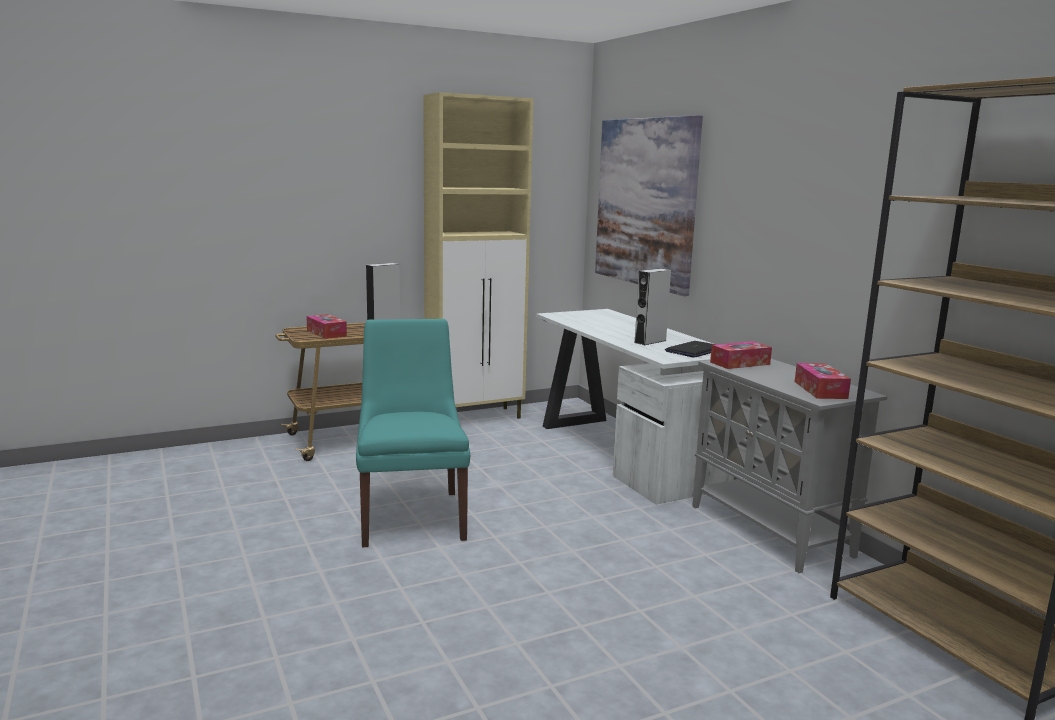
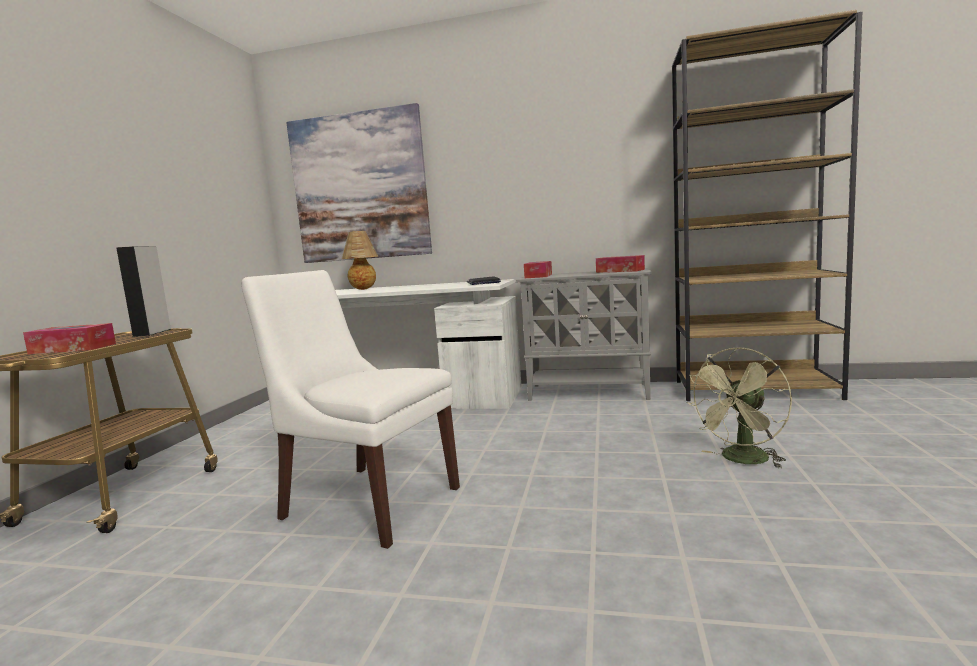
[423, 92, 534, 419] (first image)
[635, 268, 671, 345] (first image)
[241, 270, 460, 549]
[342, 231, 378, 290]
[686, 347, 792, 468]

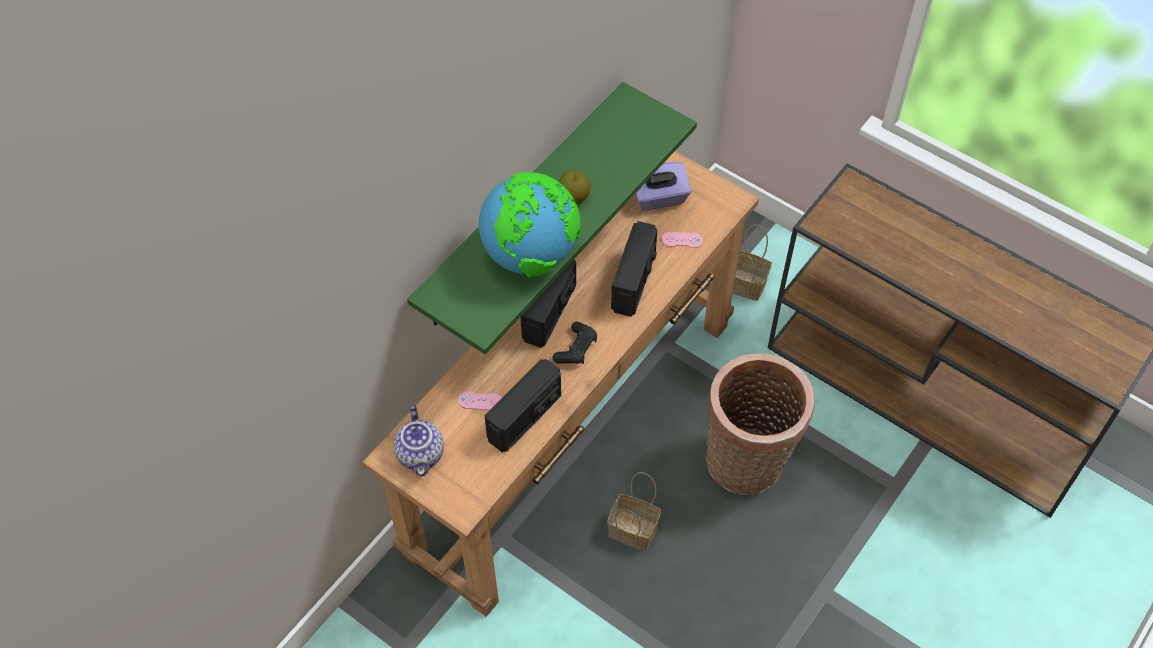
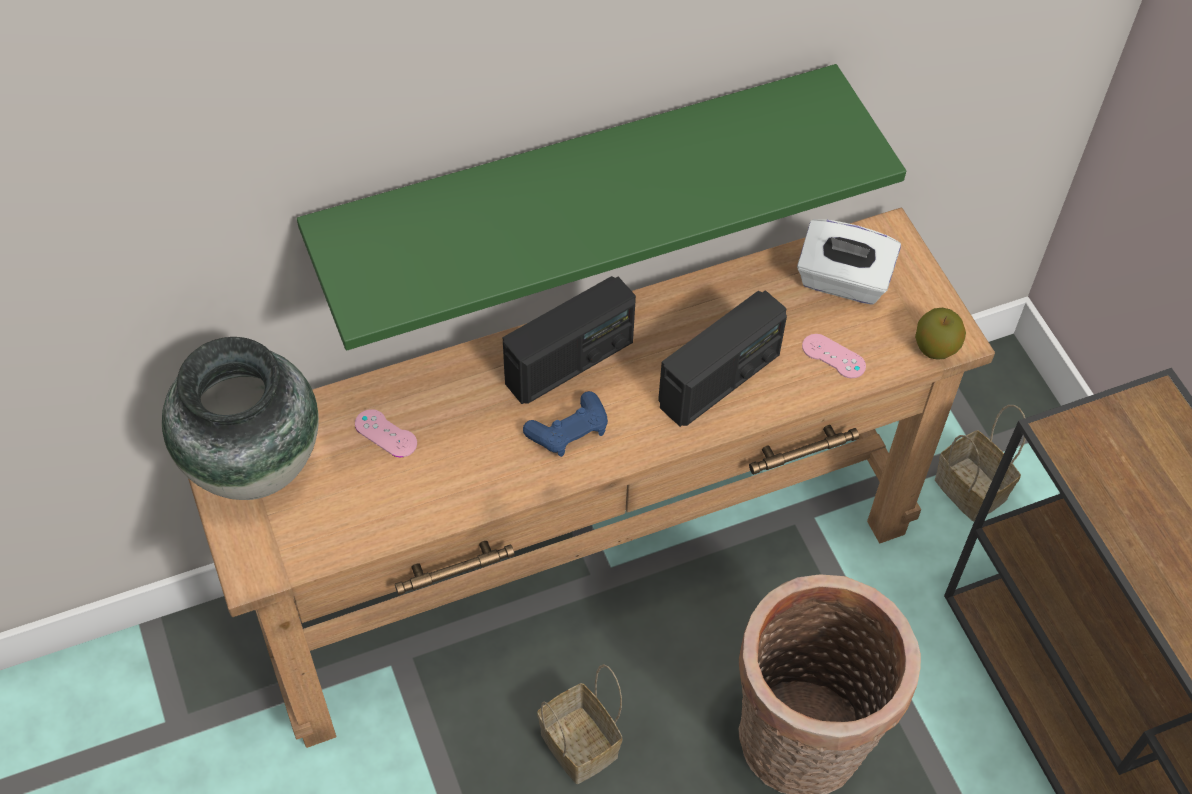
[797, 219, 901, 305]
[915, 308, 966, 360]
[479, 172, 581, 277] (first image)
[523, 391, 608, 457]
[484, 359, 561, 453] (first image)
[162, 337, 319, 500]

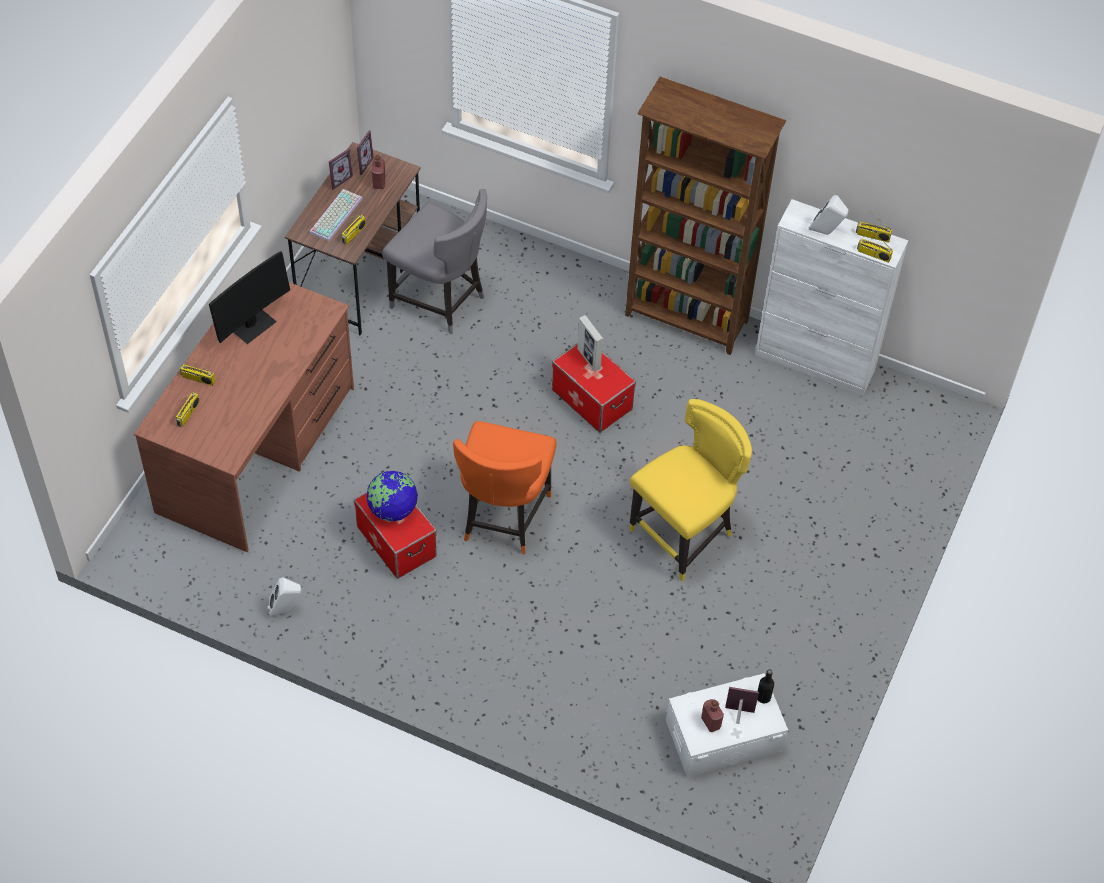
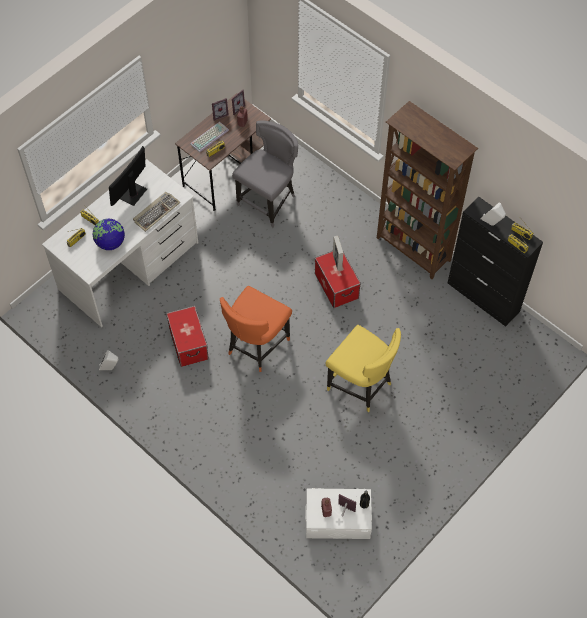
[232, 120, 298, 227]
[448, 197, 543, 327]
[109, 146, 147, 206]
[42, 159, 198, 327]
[326, 325, 401, 412]
[93, 219, 125, 250]
[133, 192, 180, 232]

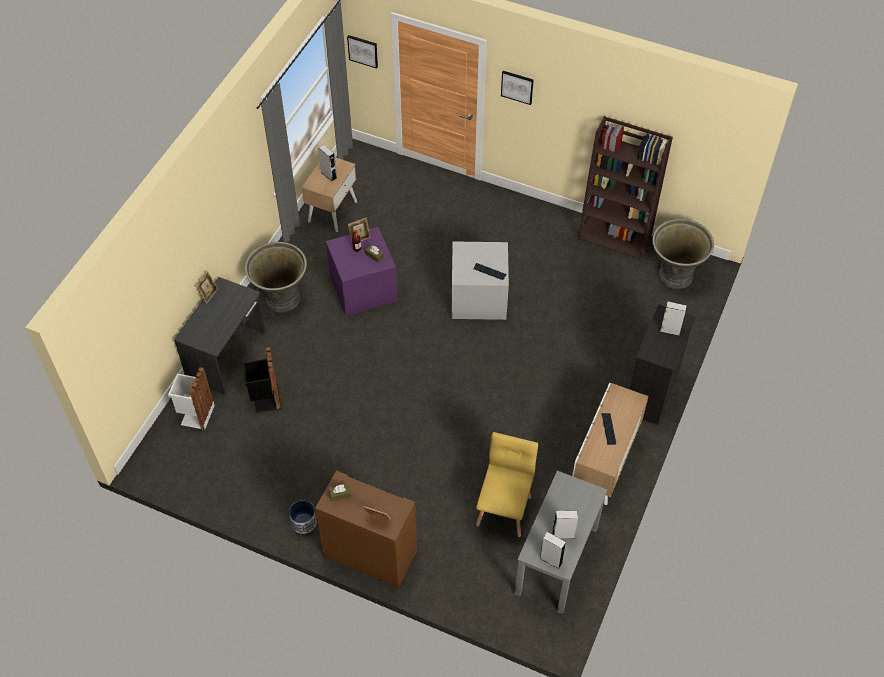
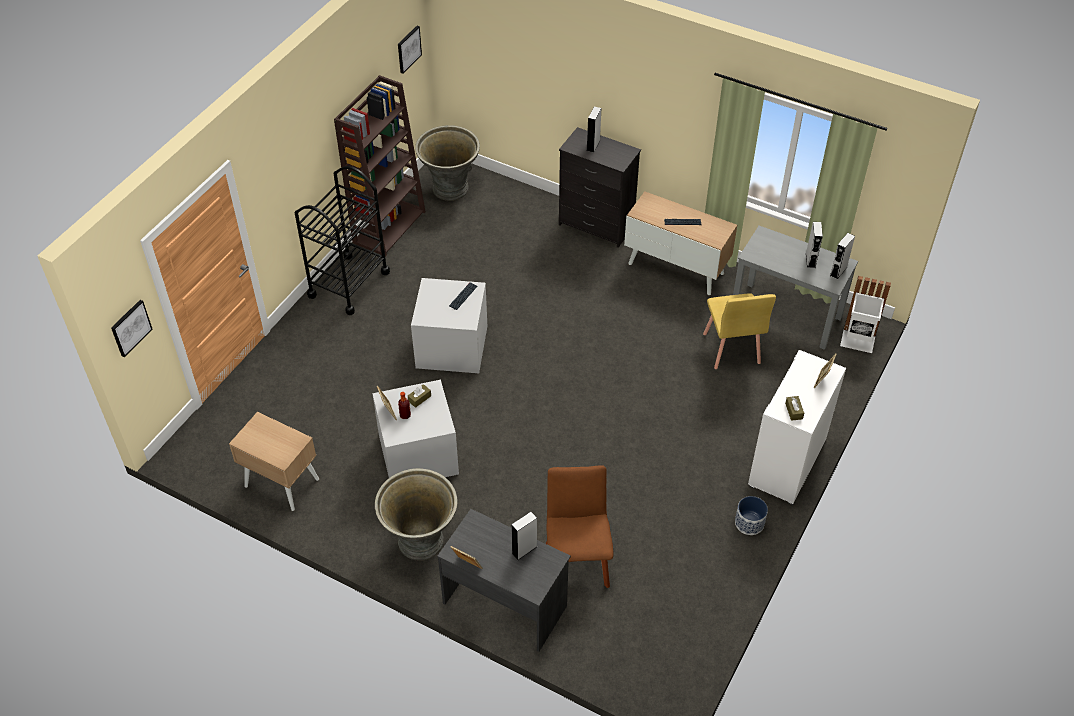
[398, 26, 422, 74]
[511, 512, 537, 560]
[372, 380, 459, 478]
[545, 465, 613, 588]
[840, 276, 891, 353]
[703, 293, 776, 369]
[748, 350, 846, 505]
[295, 166, 390, 315]

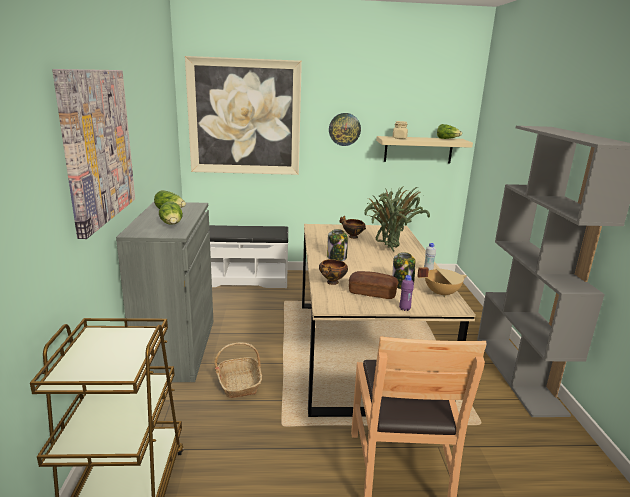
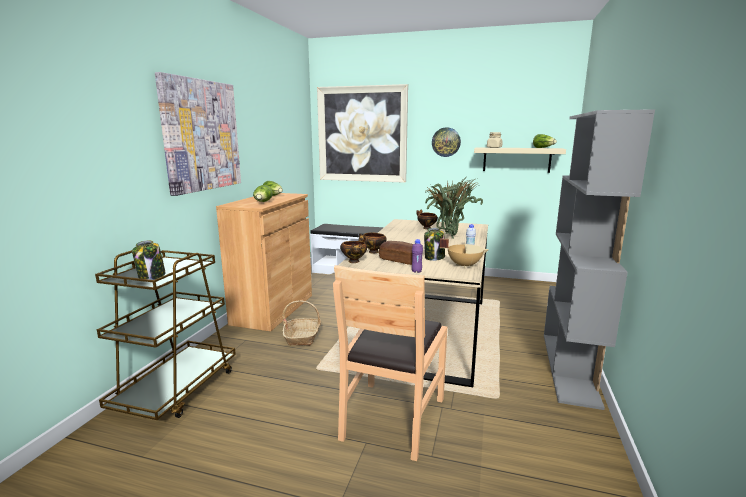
[216, 193, 312, 331]
[132, 240, 166, 280]
[340, 241, 367, 263]

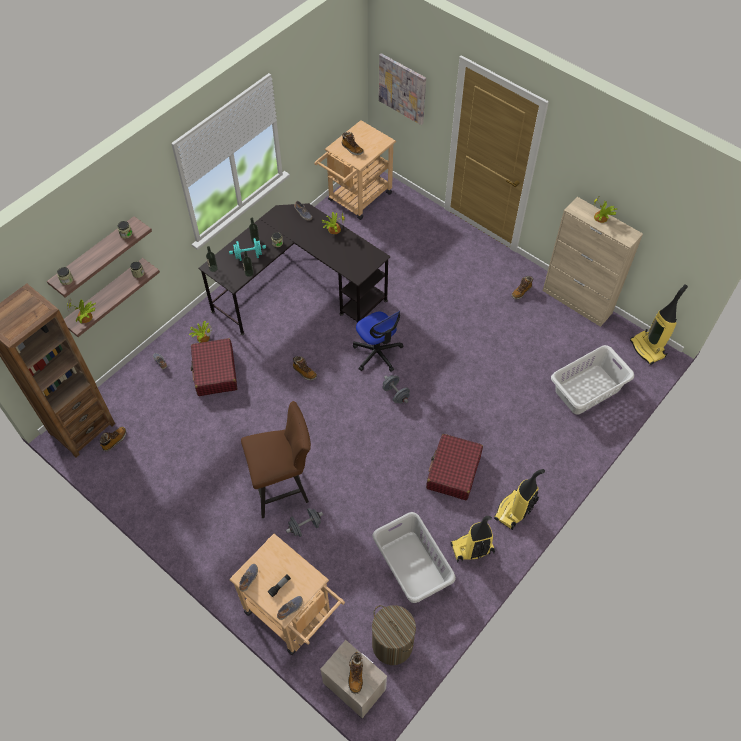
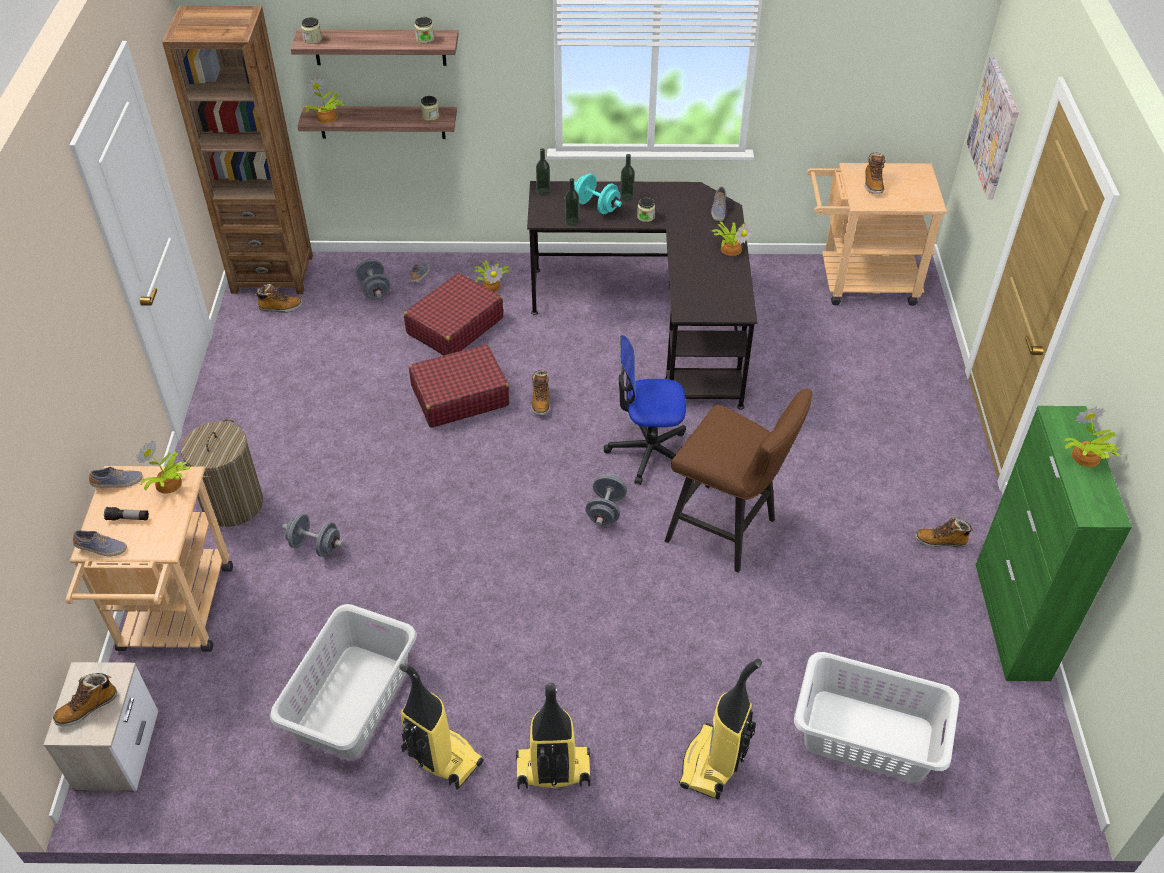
[976, 406, 1132, 681]
[679, 659, 762, 799]
[604, 335, 686, 485]
[665, 389, 813, 573]
[409, 344, 509, 428]
[181, 419, 263, 527]
[355, 259, 391, 299]
[136, 441, 191, 494]

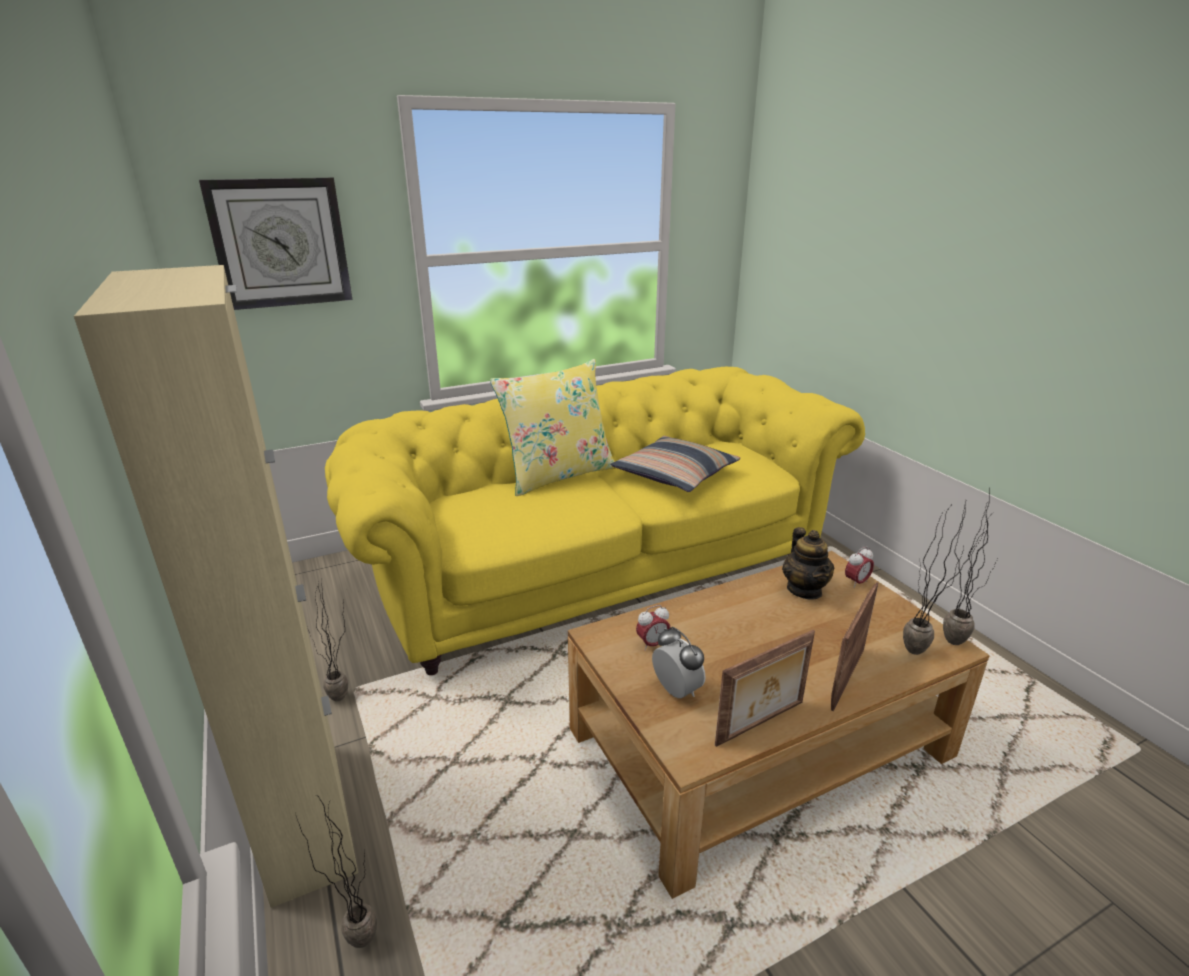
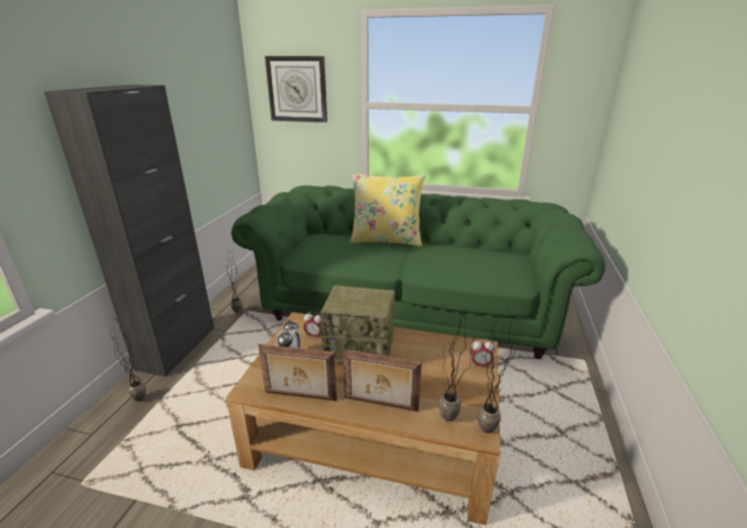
[44, 85, 214, 377]
[231, 185, 606, 359]
[611, 436, 740, 492] (first image)
[782, 527, 834, 600] (first image)
[343, 349, 422, 412]
[320, 285, 395, 364]

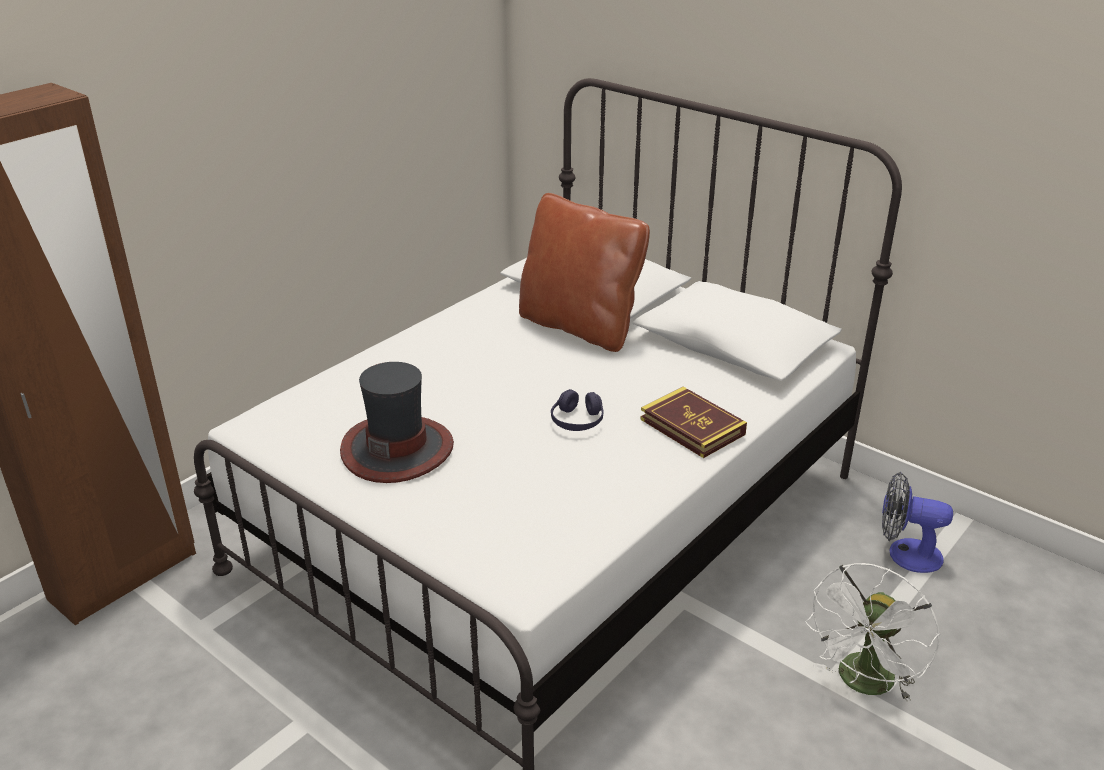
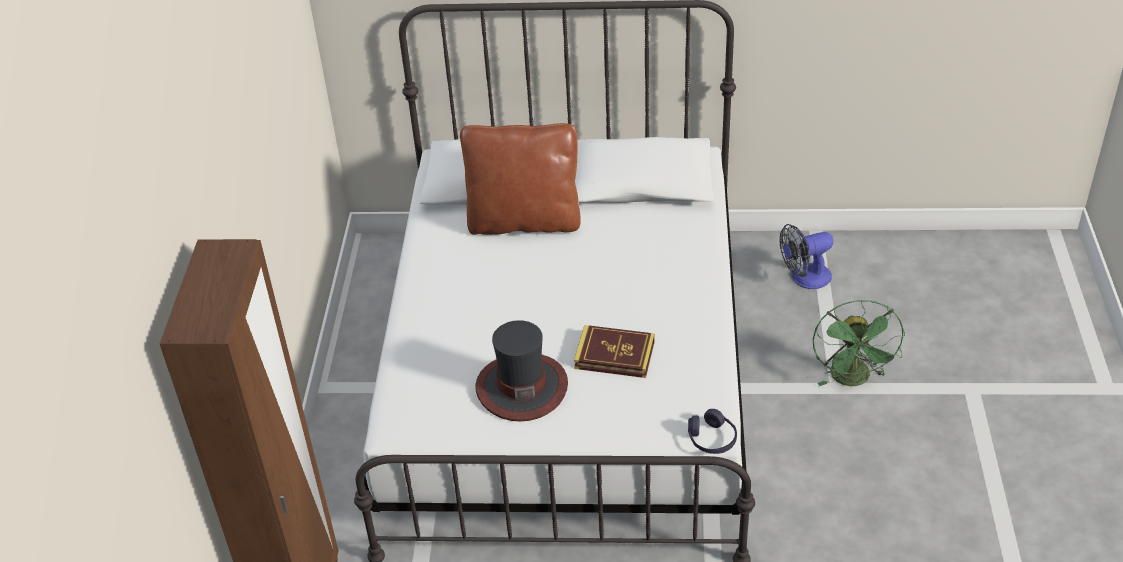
[574, 325, 655, 378]
[688, 409, 737, 454]
[813, 299, 905, 386]

